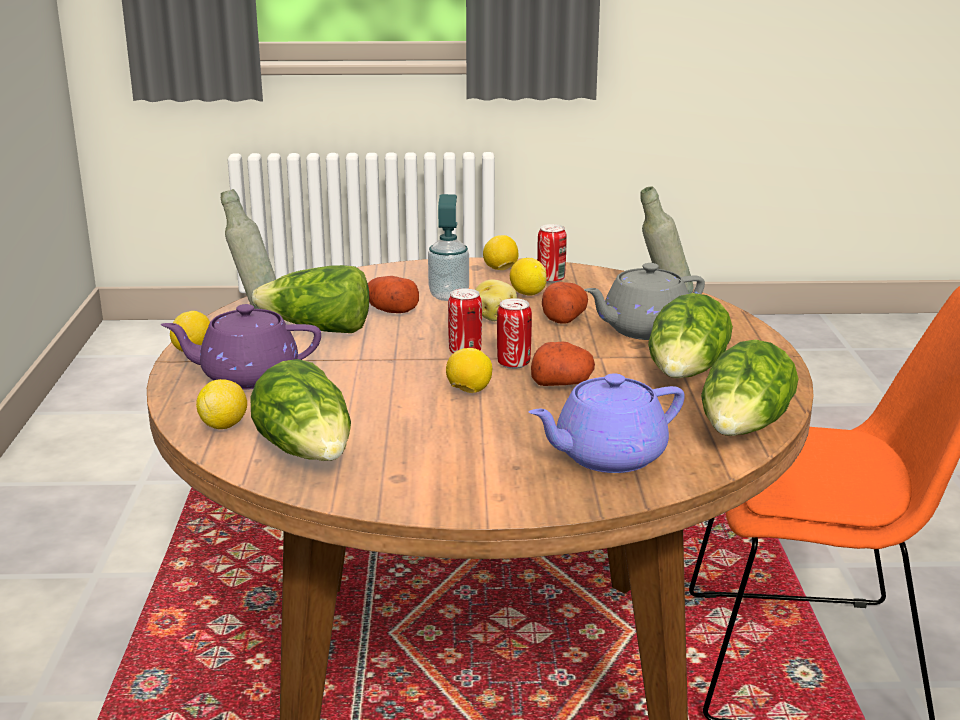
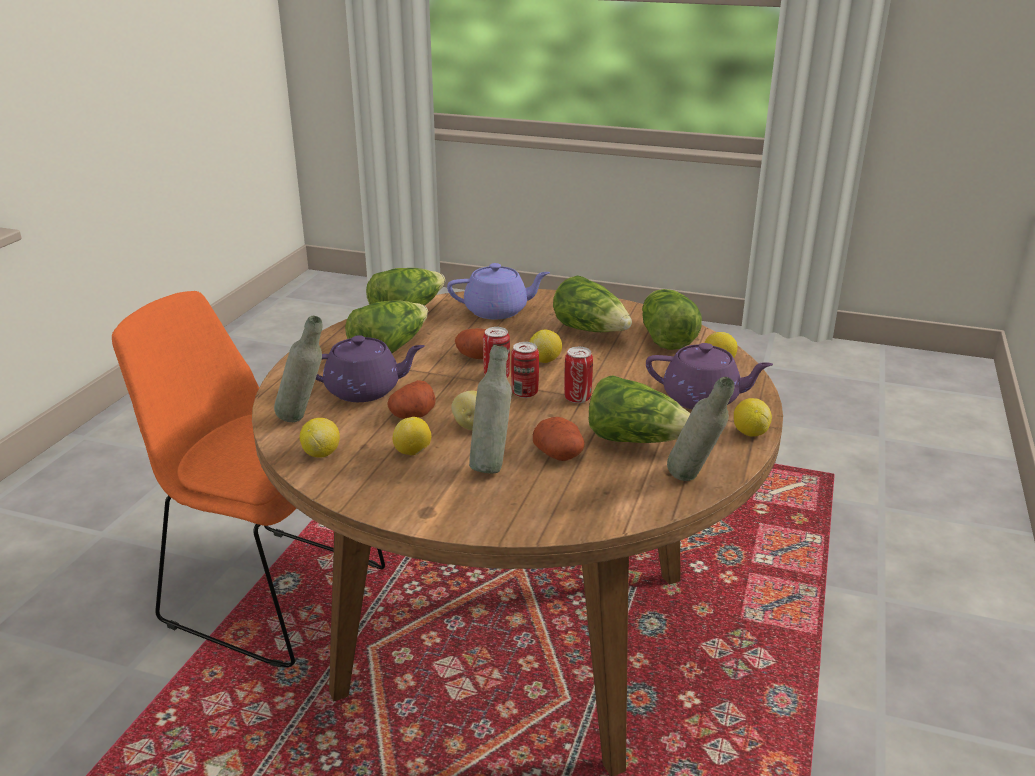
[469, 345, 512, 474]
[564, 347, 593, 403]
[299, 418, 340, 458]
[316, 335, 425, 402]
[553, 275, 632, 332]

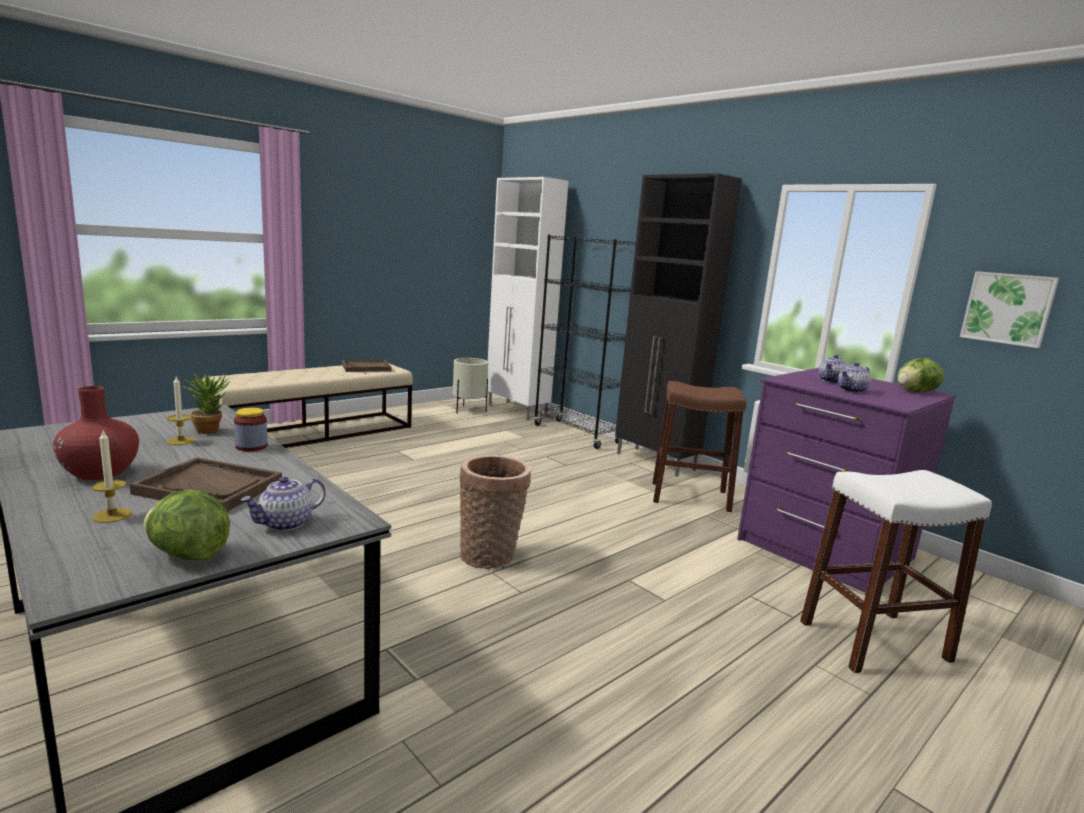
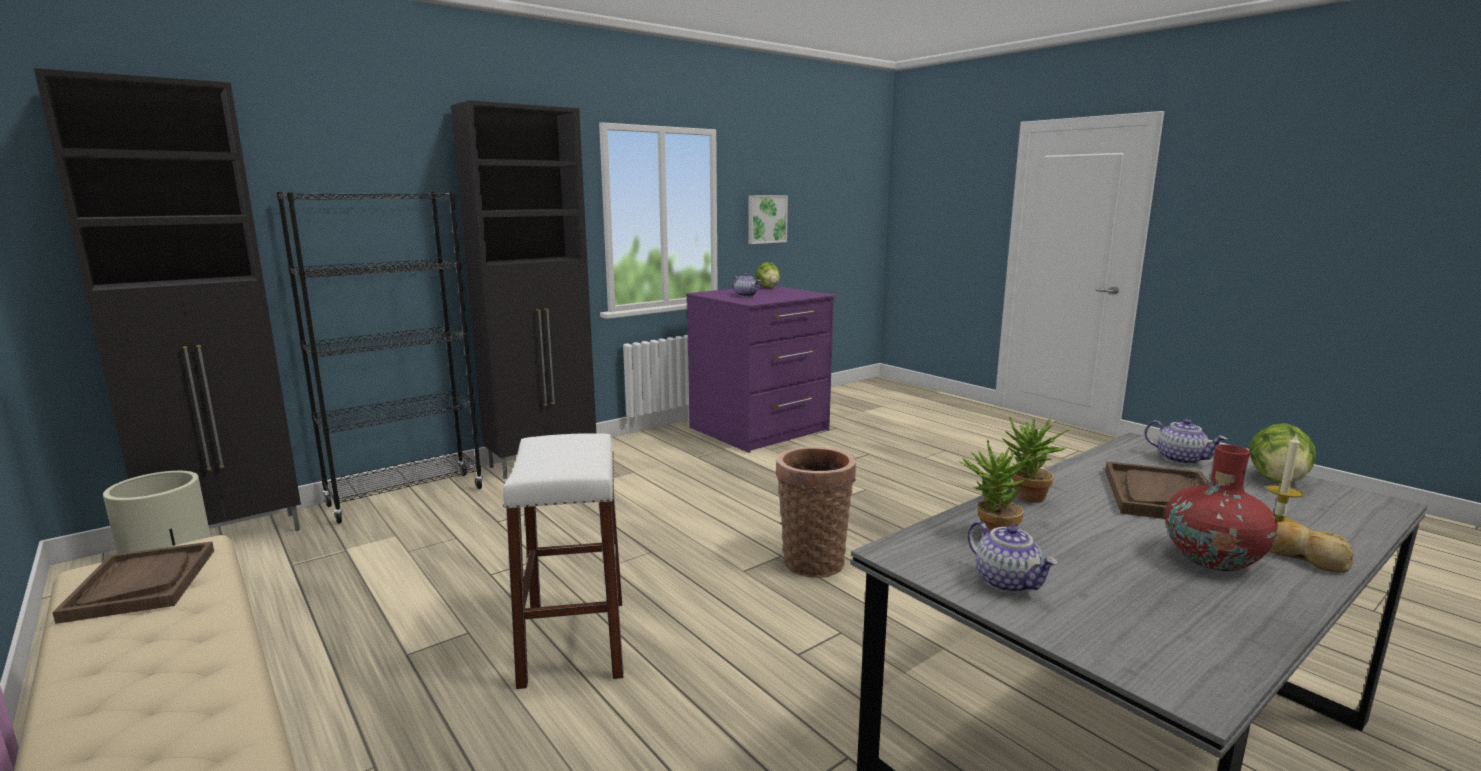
[34, 68, 301, 531]
[968, 521, 1058, 593]
[167, 377, 195, 445] (first image)
[653, 381, 746, 512] (first image)
[1002, 417, 1069, 503]
[503, 433, 624, 689]
[1269, 521, 1354, 573]

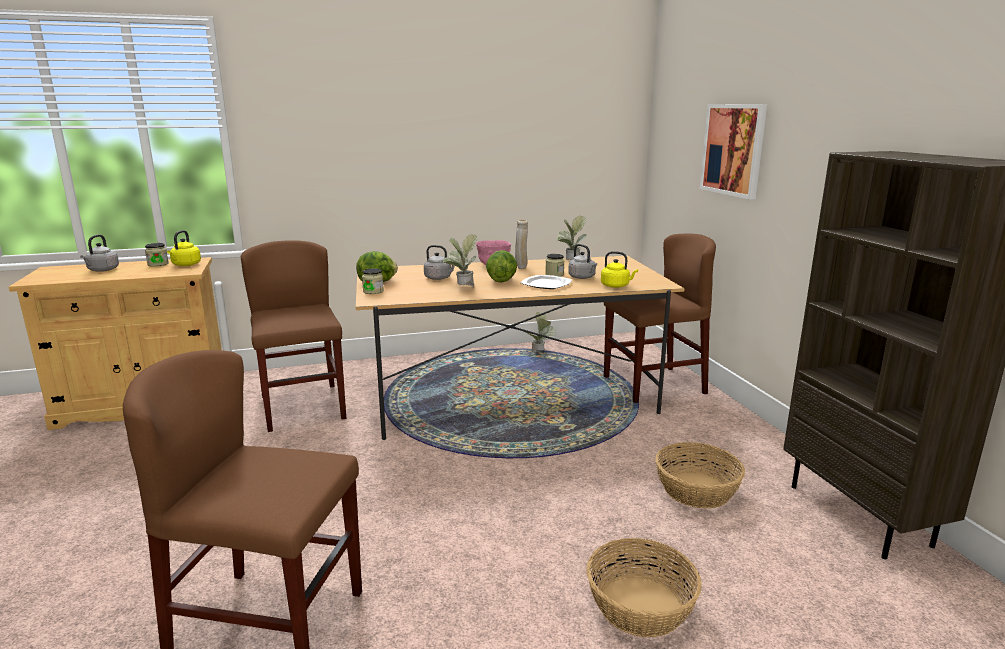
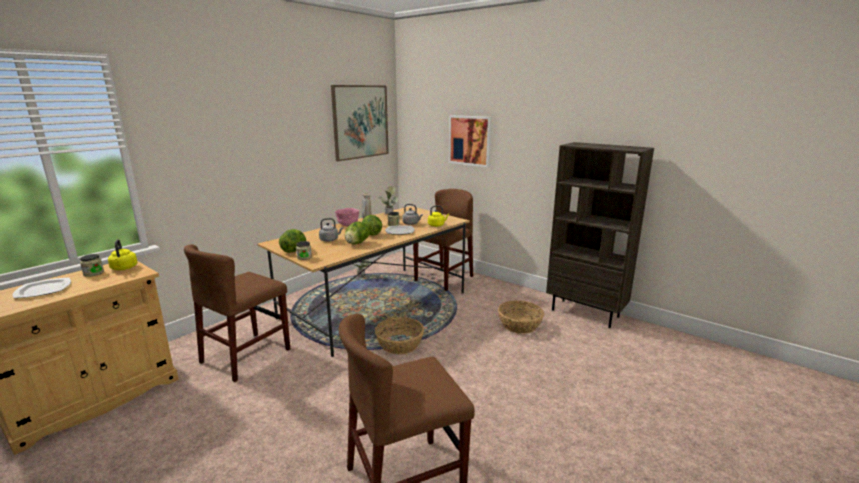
[13, 278, 71, 298]
[345, 221, 370, 244]
[184, 244, 290, 382]
[375, 317, 424, 354]
[331, 85, 389, 161]

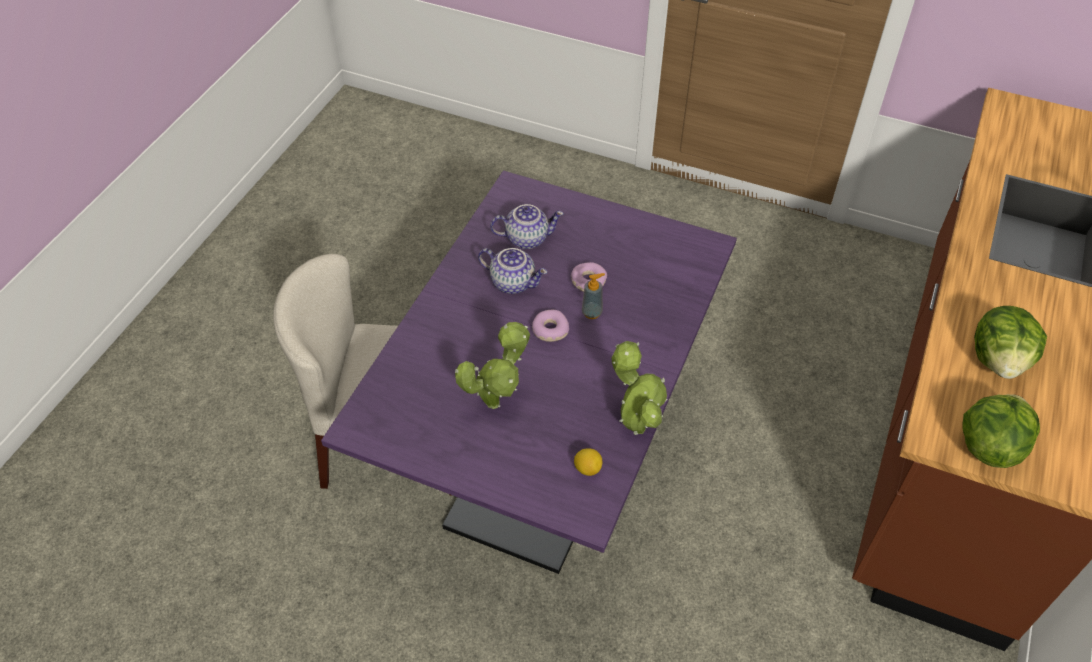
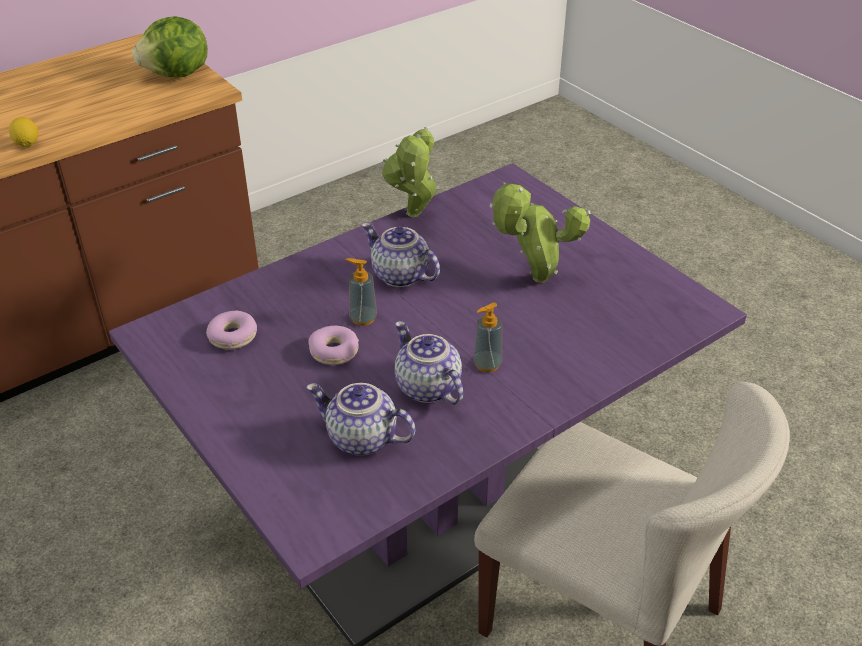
[974, 306, 1047, 379] (first image)
[206, 311, 257, 350]
[9, 117, 38, 147]
[362, 222, 440, 287]
[473, 302, 502, 372]

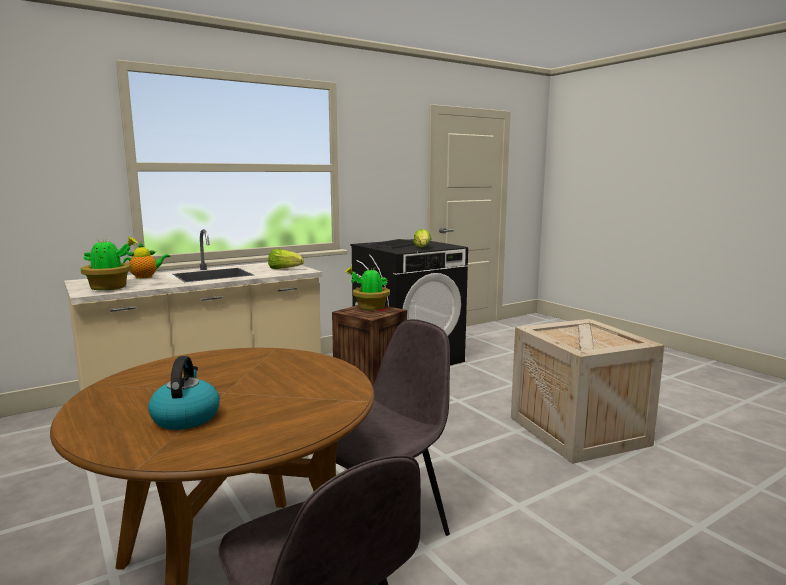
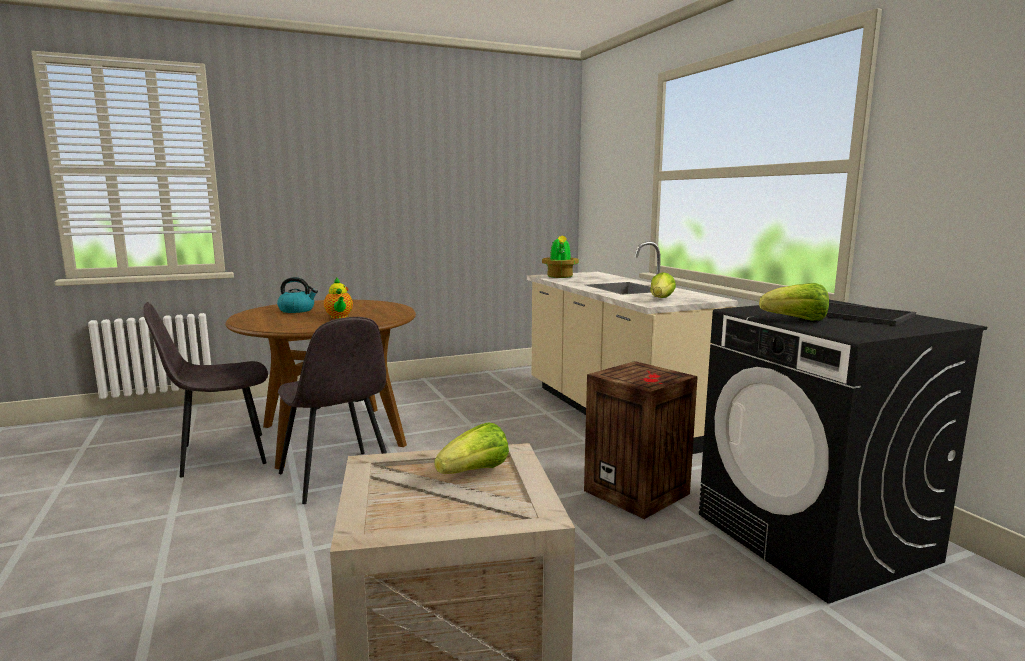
[324, 277, 353, 319]
[345, 267, 390, 310] (first image)
[434, 423, 509, 474]

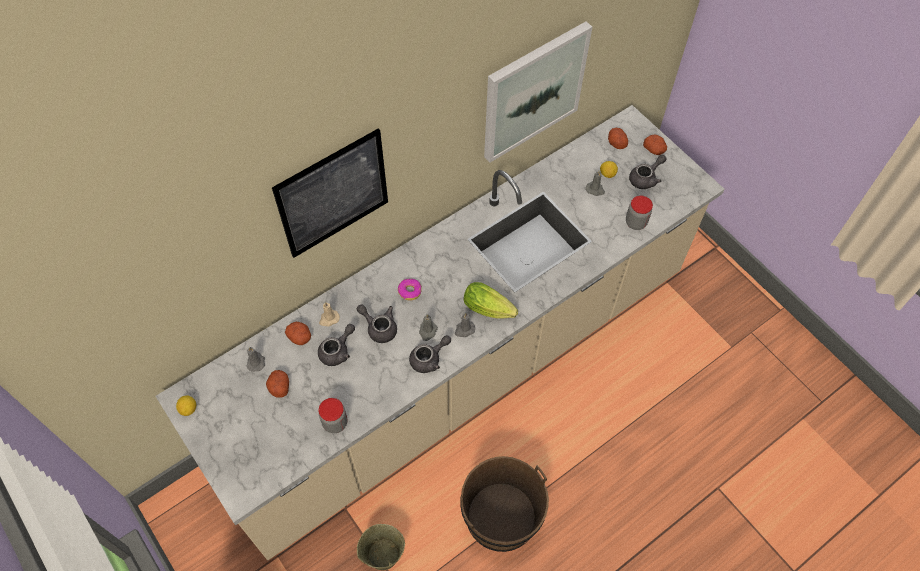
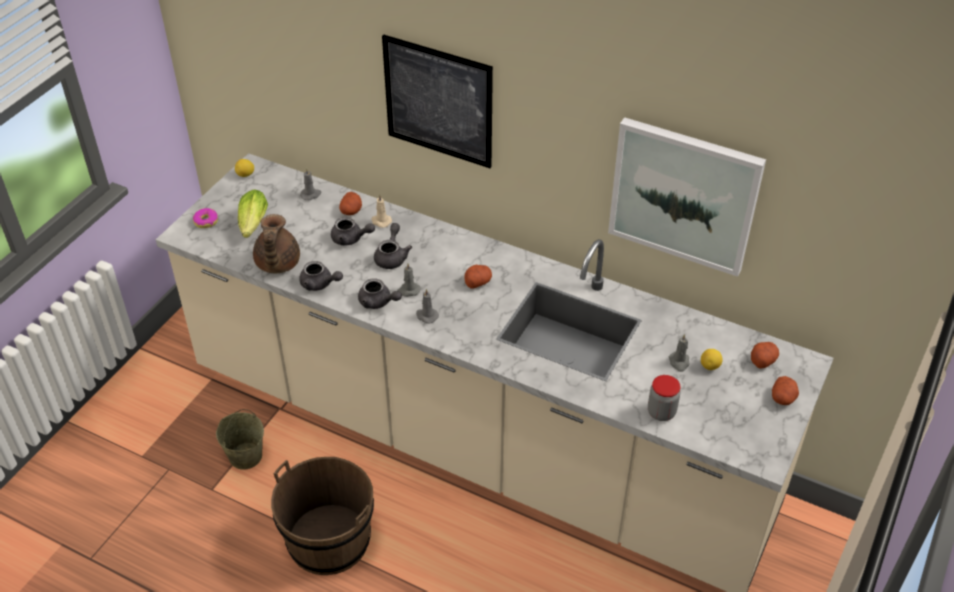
[299, 261, 343, 291]
[193, 208, 218, 228]
[238, 189, 268, 238]
[465, 265, 492, 289]
[253, 214, 300, 273]

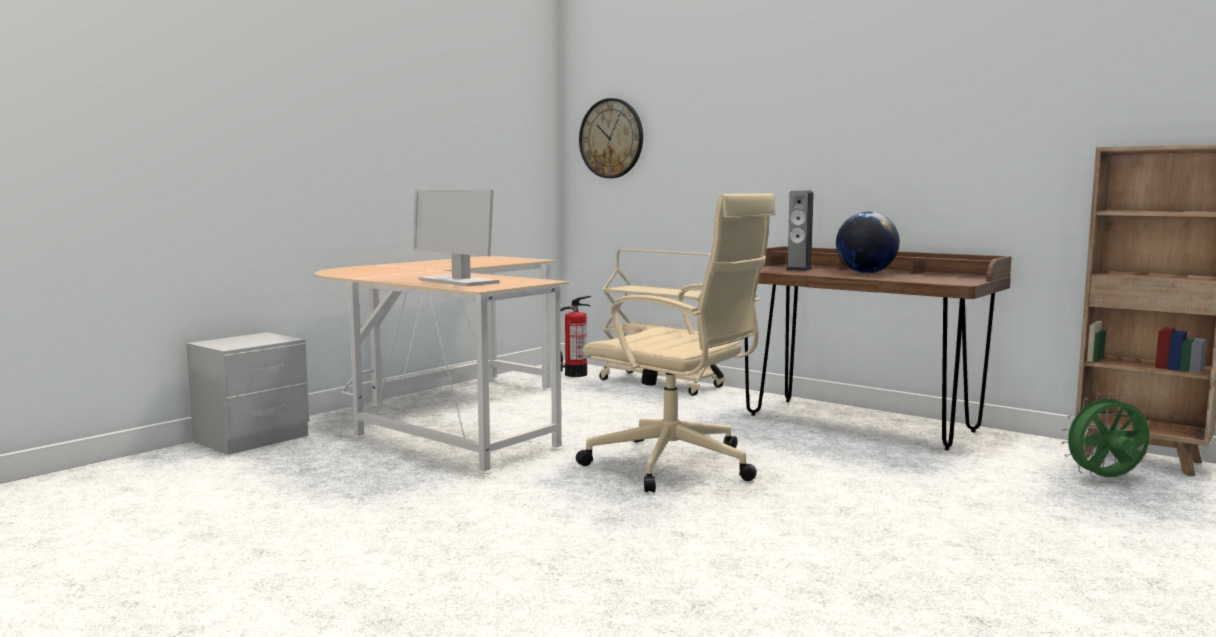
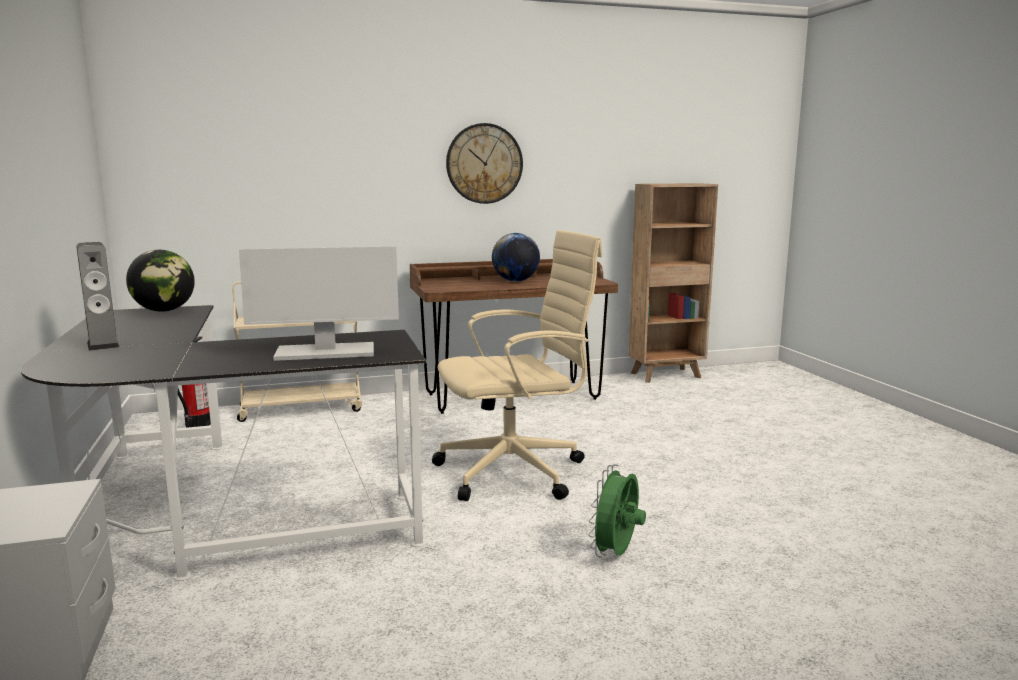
[446, 123, 523, 204]
[76, 242, 120, 351]
[21, 305, 426, 581]
[588, 464, 646, 558]
[126, 250, 195, 312]

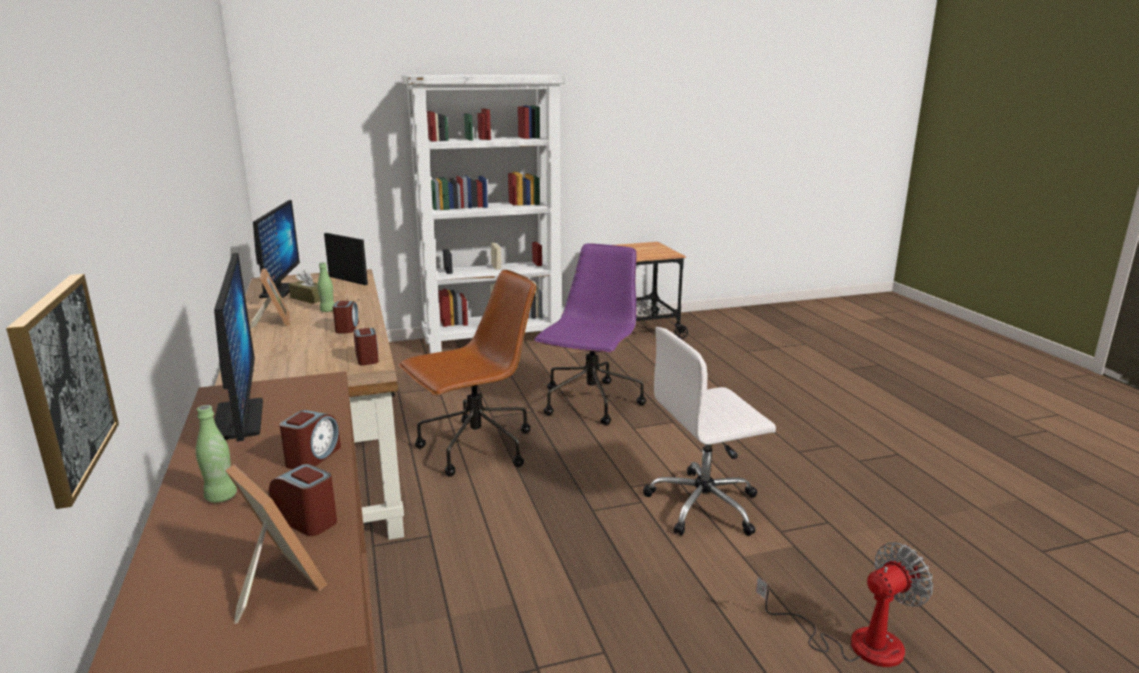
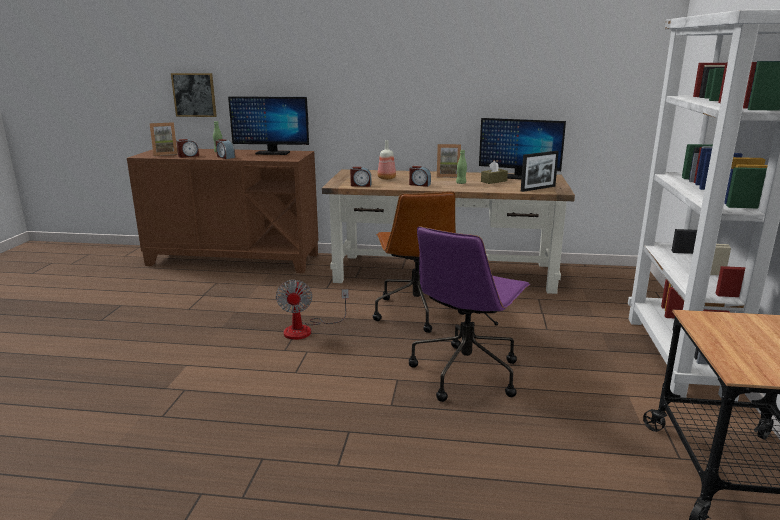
[409, 226, 531, 402]
[643, 327, 776, 536] (first image)
[276, 280, 349, 340]
[378, 140, 396, 180]

